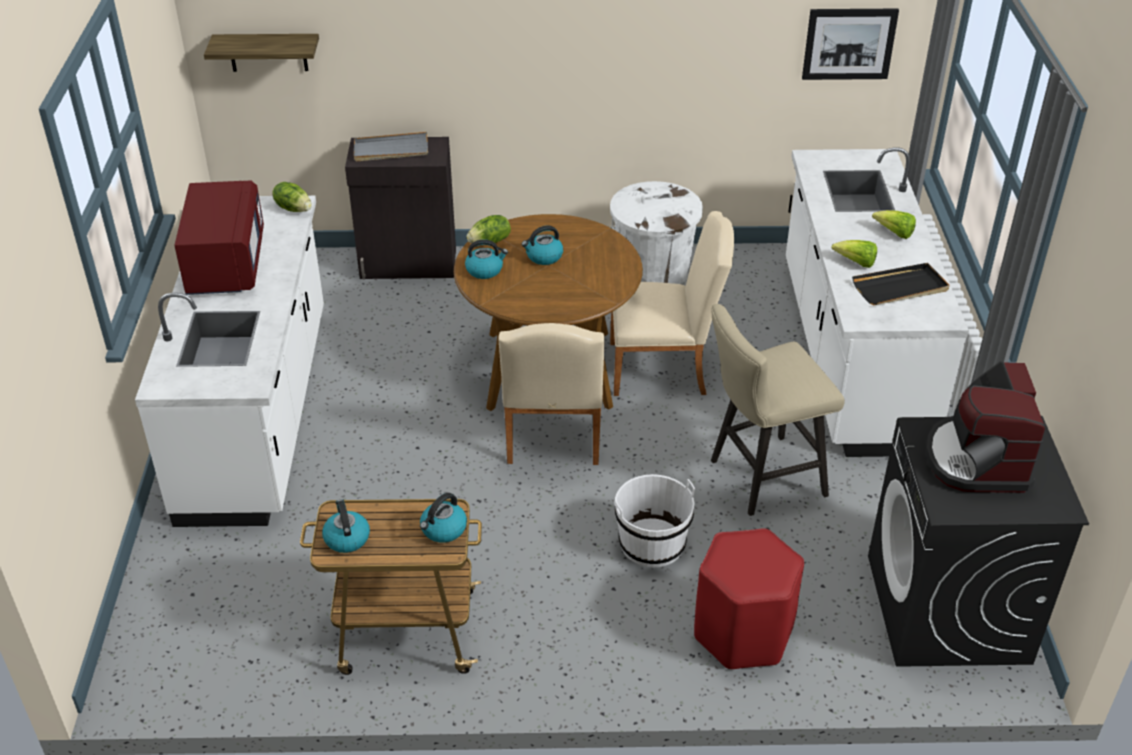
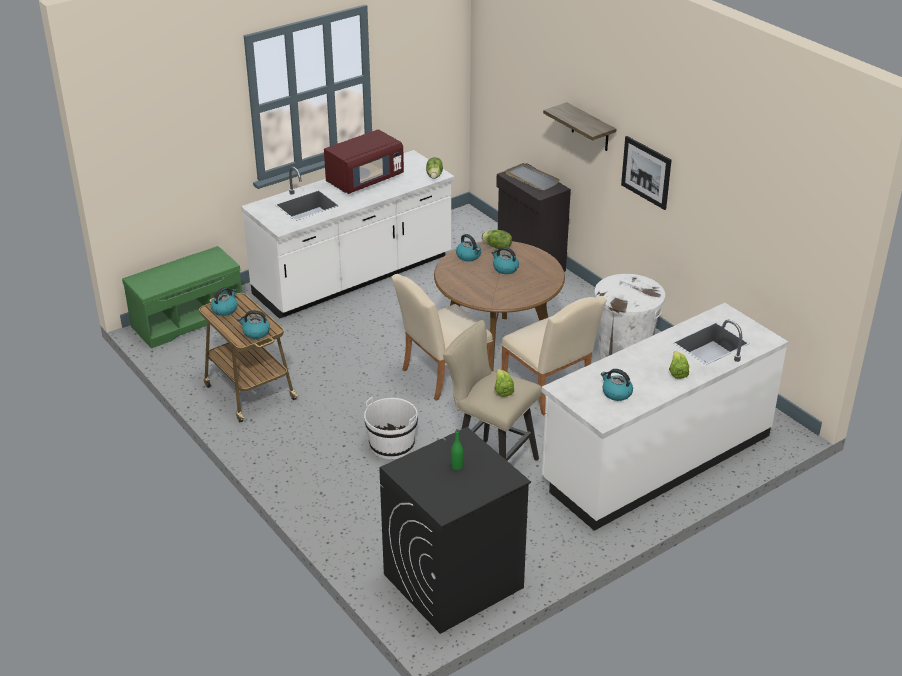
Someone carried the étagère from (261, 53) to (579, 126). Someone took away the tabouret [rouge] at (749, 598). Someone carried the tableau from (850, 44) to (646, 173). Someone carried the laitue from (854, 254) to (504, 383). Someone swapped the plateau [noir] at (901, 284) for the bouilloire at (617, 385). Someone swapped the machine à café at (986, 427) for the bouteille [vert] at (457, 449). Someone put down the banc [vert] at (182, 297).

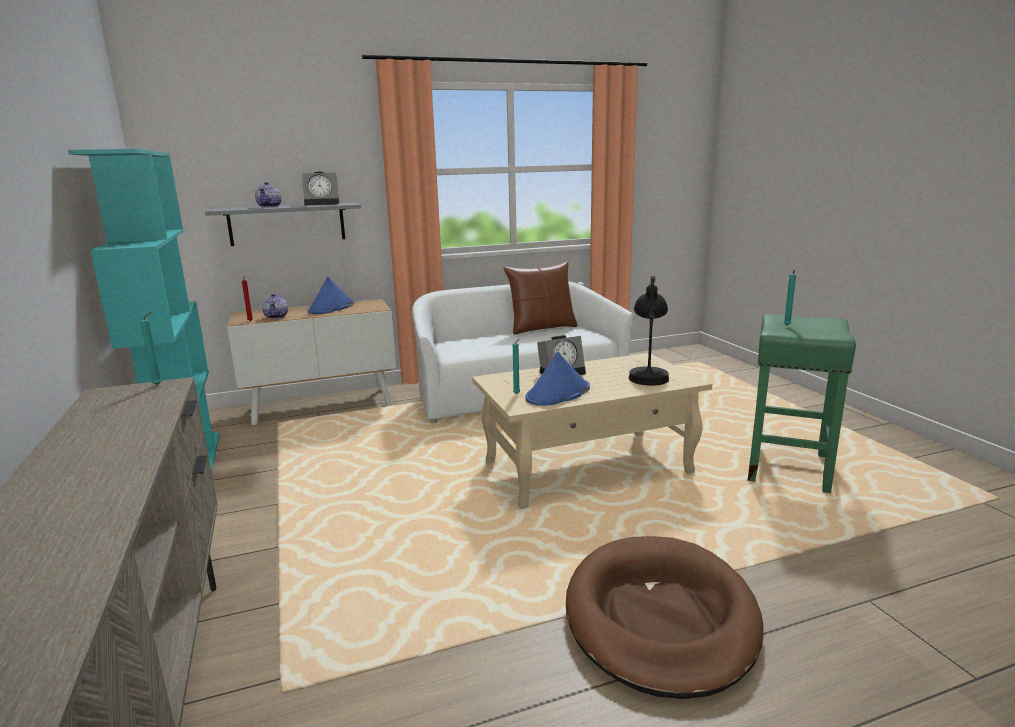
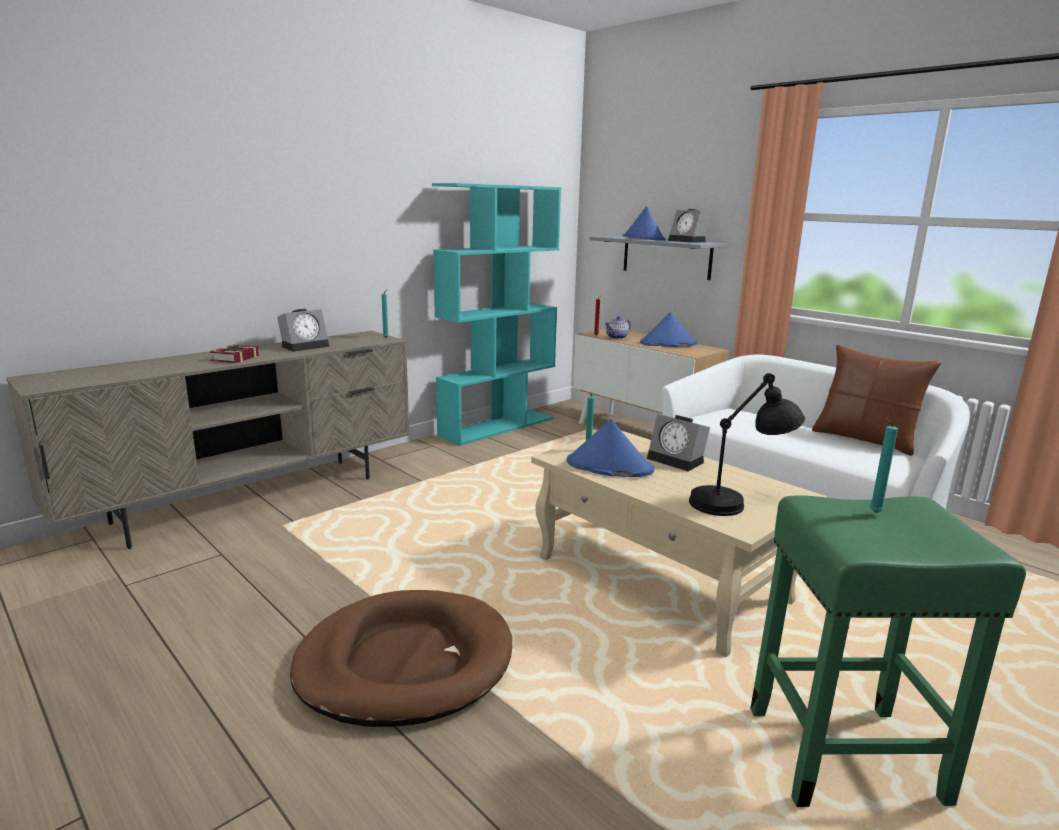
Someone swapped the théière at (268, 194) for the chapeau [bleu] at (643, 223). Someone put down the livre at (234, 353). Someone put down the réveil at (303, 330).

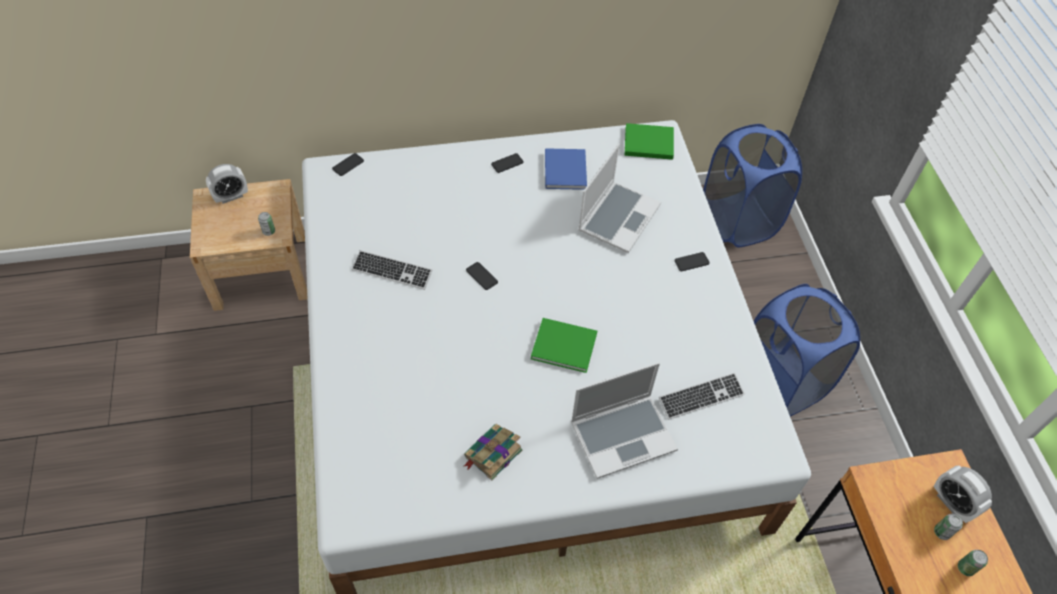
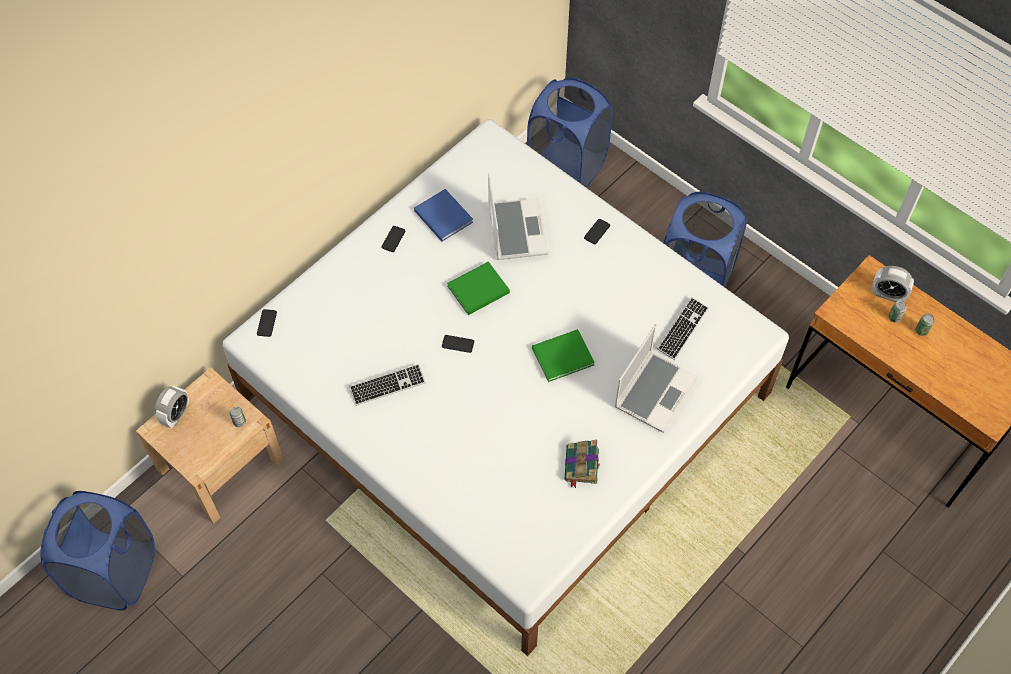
Someone carried the livre [vert] from (649, 141) to (478, 288). Someone put down the panier à linge [bleu] at (97, 551).

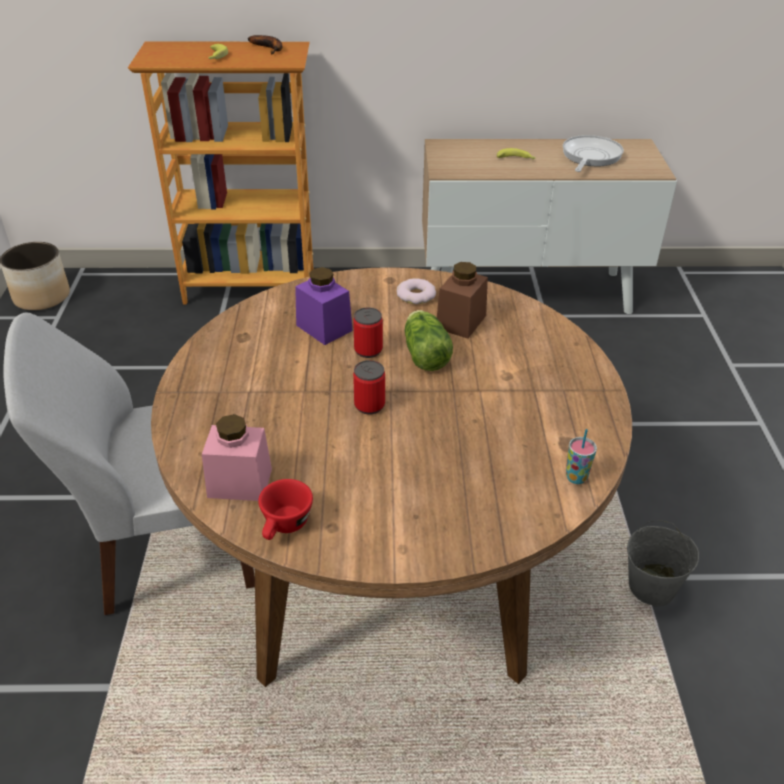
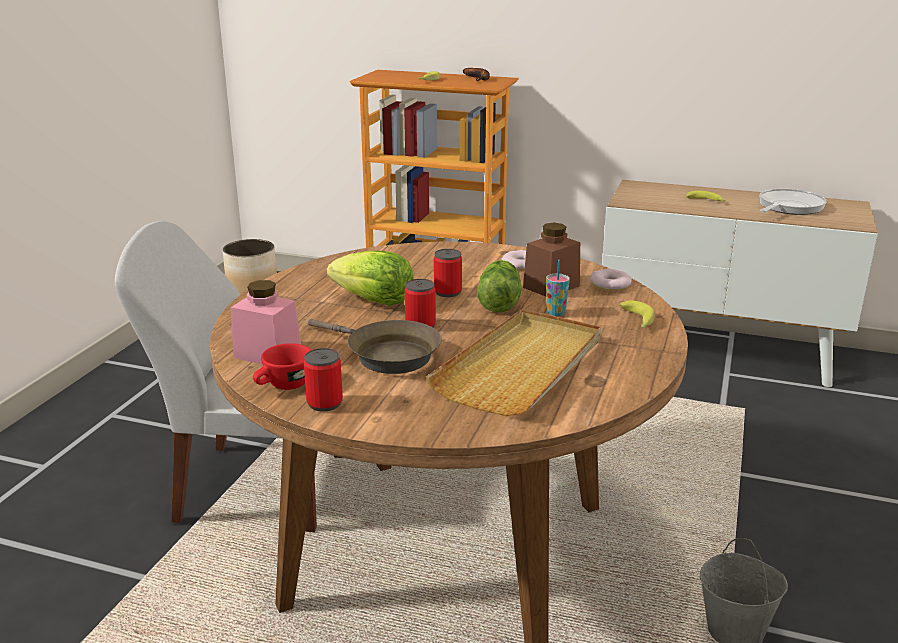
Someone took away the bocal [violet] at (324, 306). Someone carried the tasse from (581, 456) to (558, 288). Someone put down the boîte métallique at (323, 379). Someone put down the poêle [marron] at (375, 346). Someone put down the laitue at (370, 278). Someone put down the plateau [beige] at (513, 362). Someone put down the beignet at (611, 280). Someone put down the banane at (637, 314).

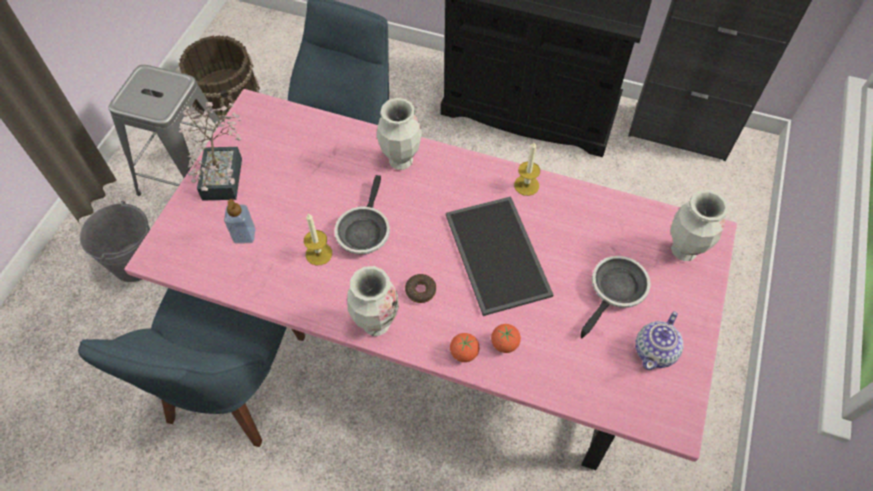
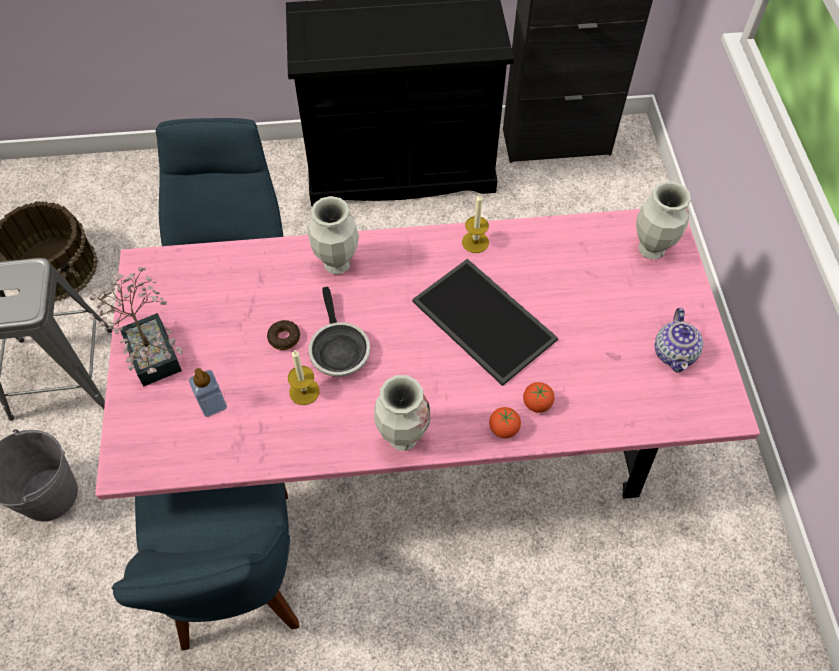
Someone carried the beignet from (420, 288) to (283, 335). Someone took away the poêle at (616, 297).

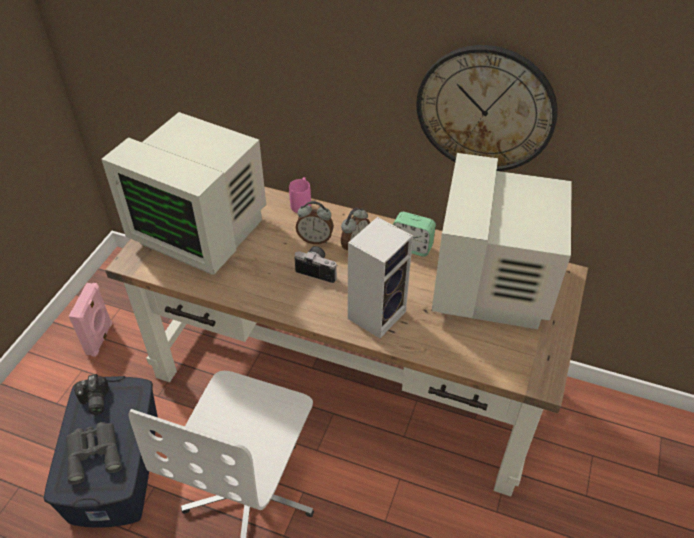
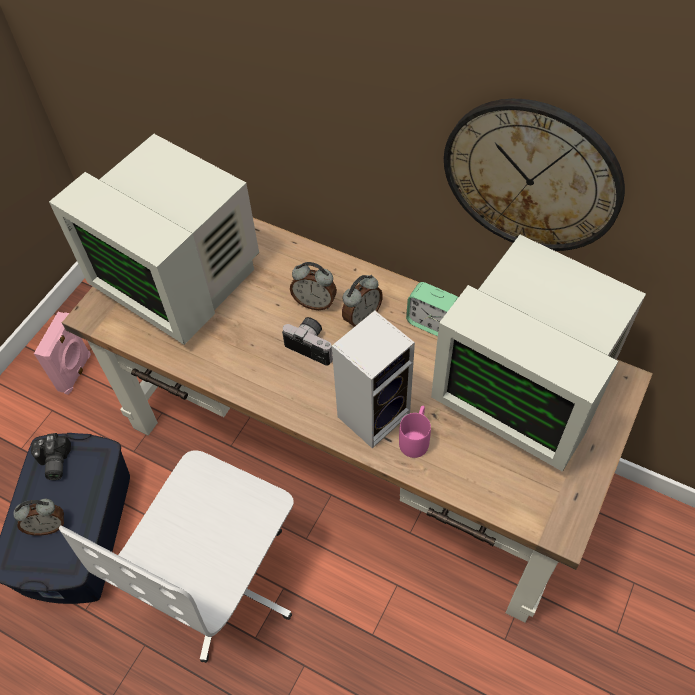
Someone swapped the jumelles [gris] at (94, 453) for the réveil at (39, 517). Someone carried the mug [rose] from (300, 195) to (415, 432). Someone rotated the écran d'ordinateur at (502, 241) by 75 degrees counterclockwise.

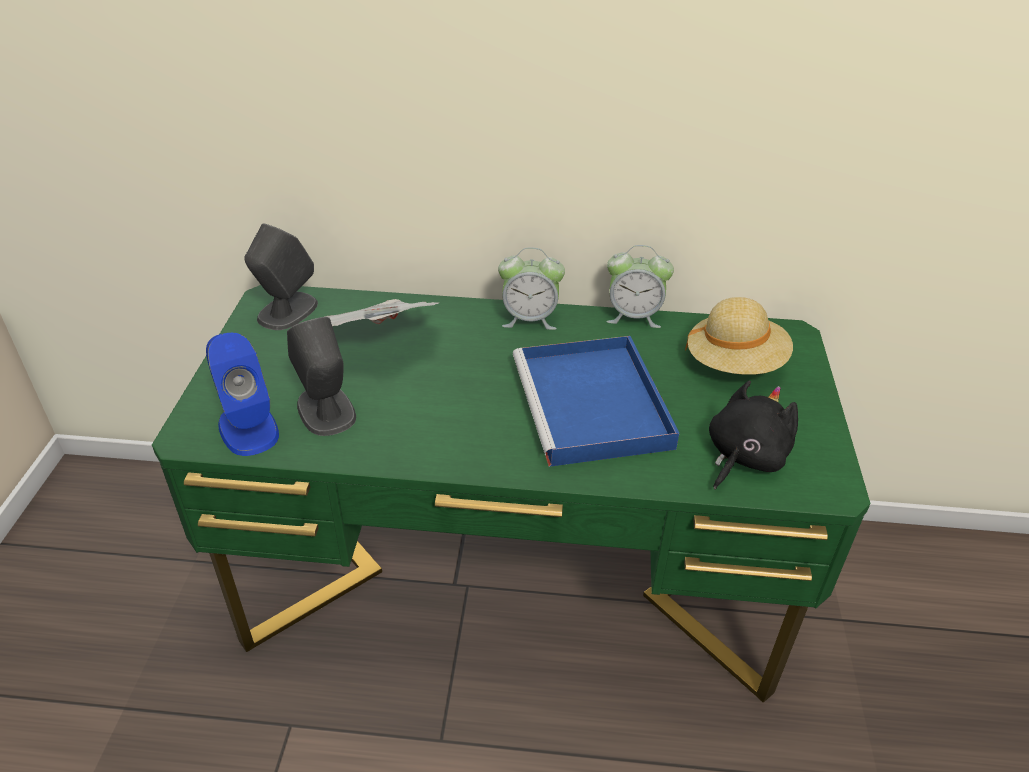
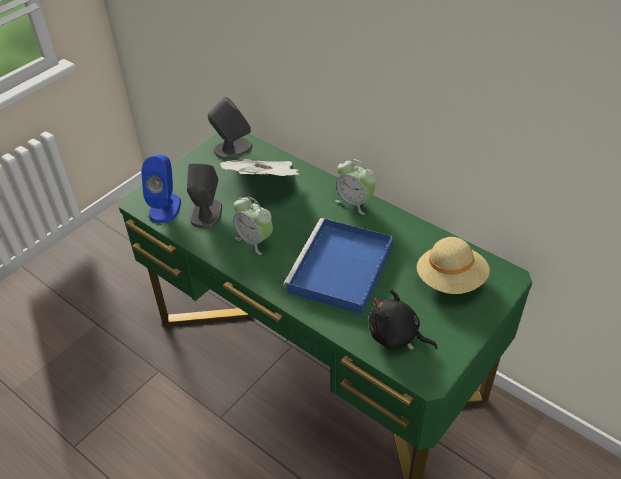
Someone carried the réveil from (640, 286) to (253, 226). Someone rotated the peluche [noir] at (753, 434) by 135 degrees counterclockwise.

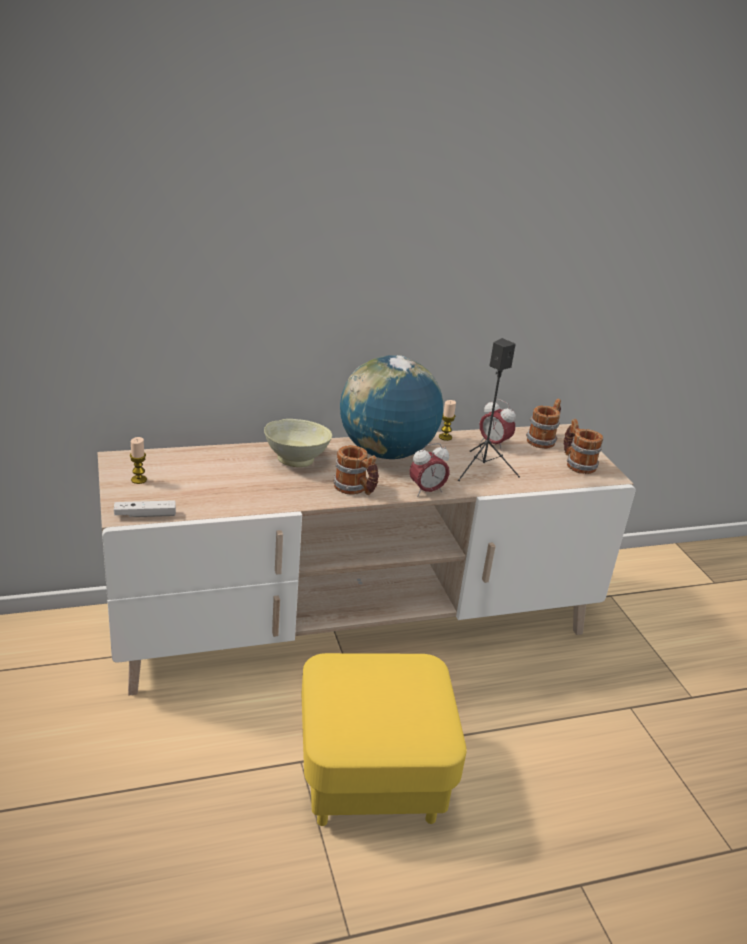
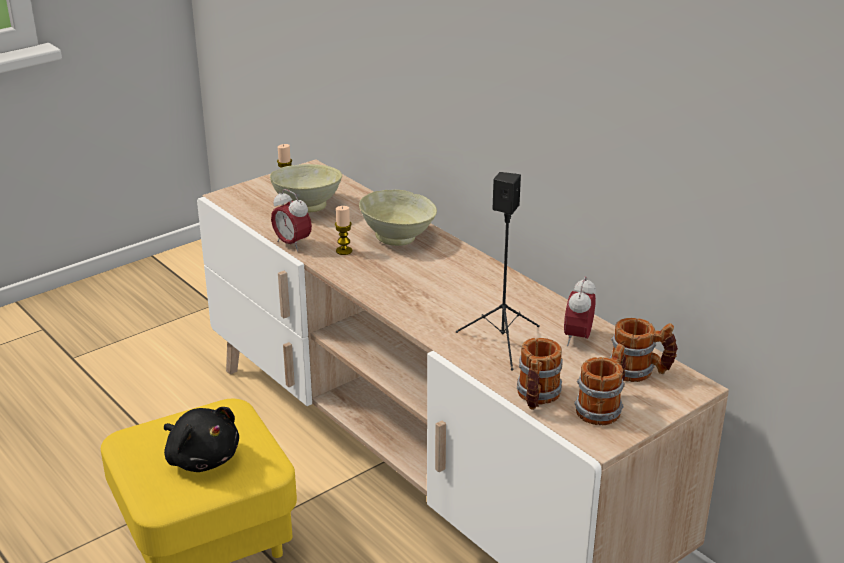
Someone took away the manette [blanc] at (145, 508). Someone carried the mug from (356, 470) to (540, 374). Someone took away the globe at (391, 407). Someone carried the réveil from (430, 469) to (291, 220). Someone carried the bougie from (447, 420) to (343, 230). Someone put down the peluche [noir] at (201, 439). Someone put down the bol [beige] at (306, 188).

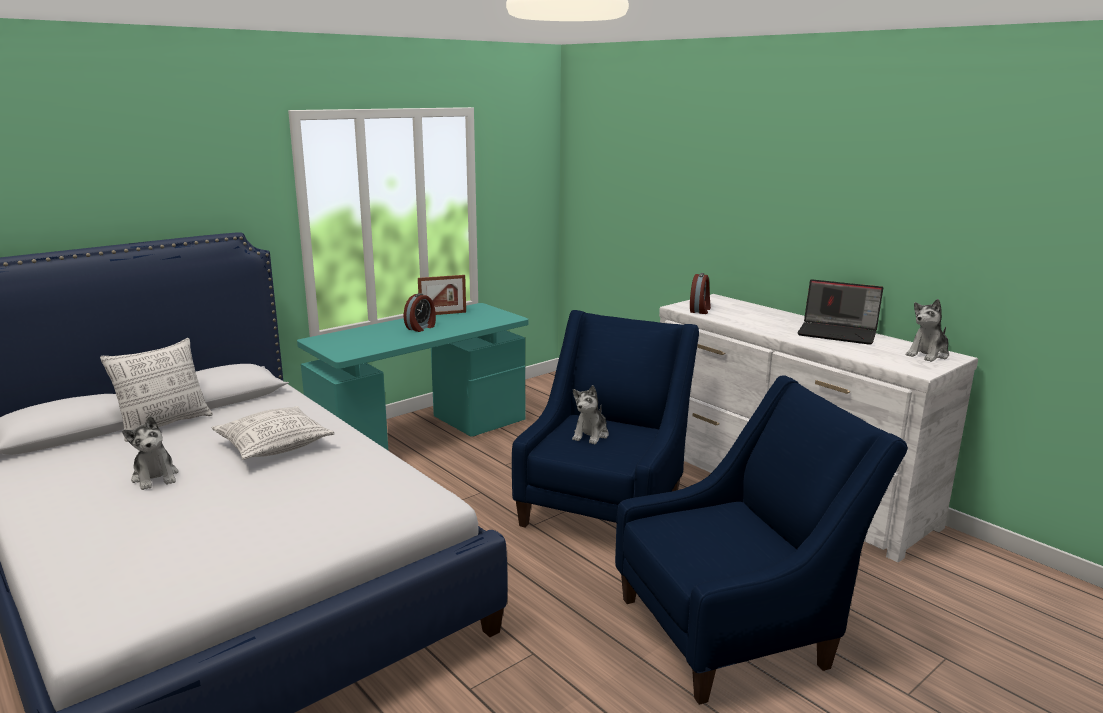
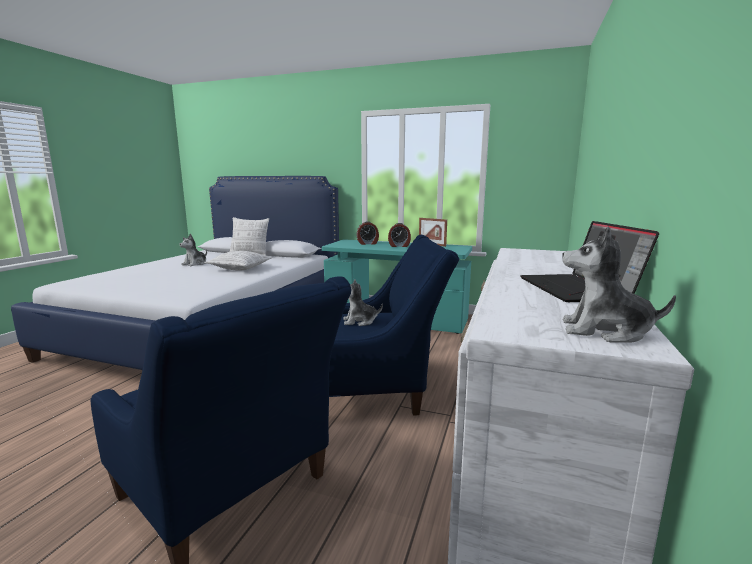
Someone carried the réveil from (700, 293) to (368, 233).

